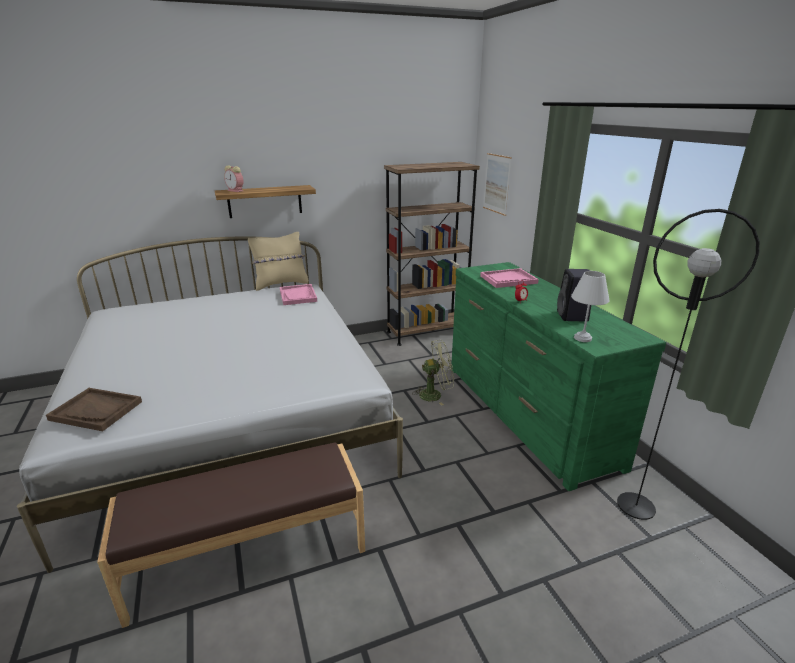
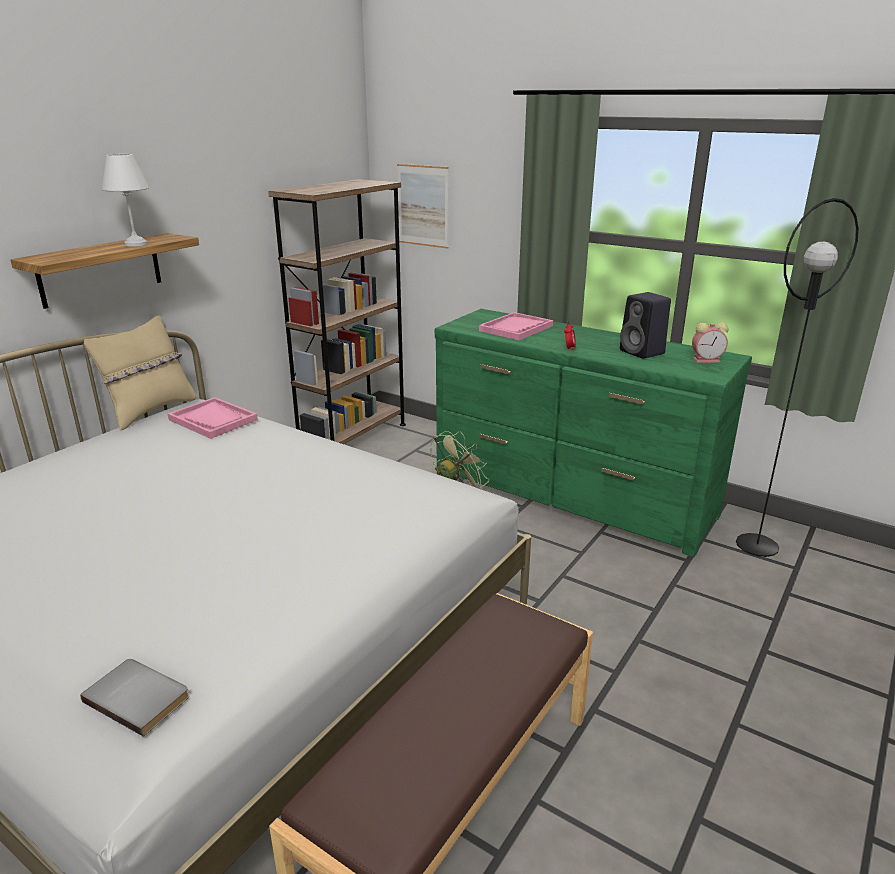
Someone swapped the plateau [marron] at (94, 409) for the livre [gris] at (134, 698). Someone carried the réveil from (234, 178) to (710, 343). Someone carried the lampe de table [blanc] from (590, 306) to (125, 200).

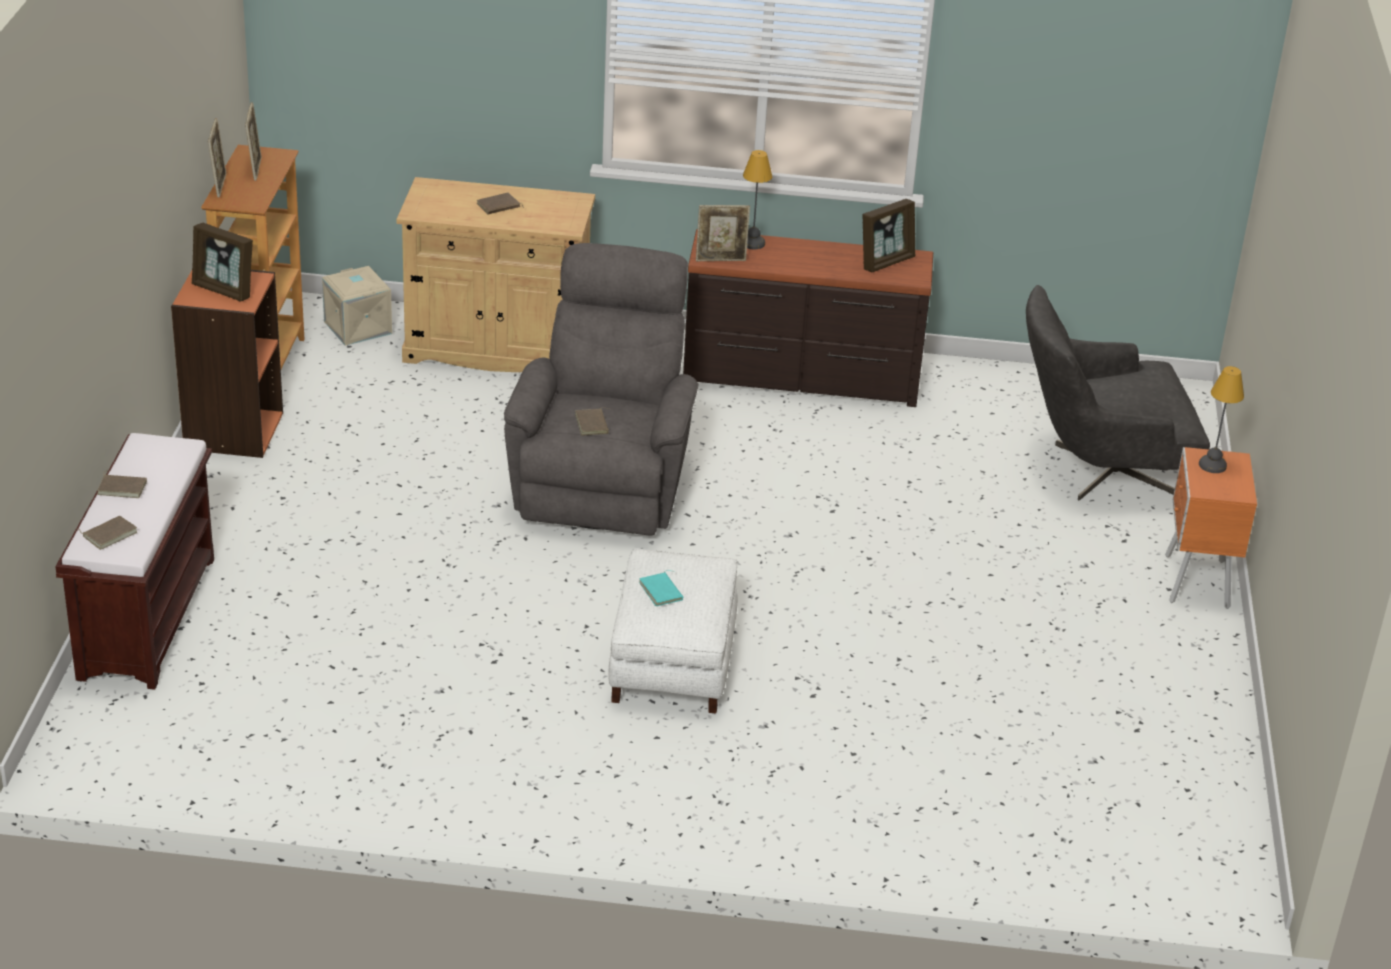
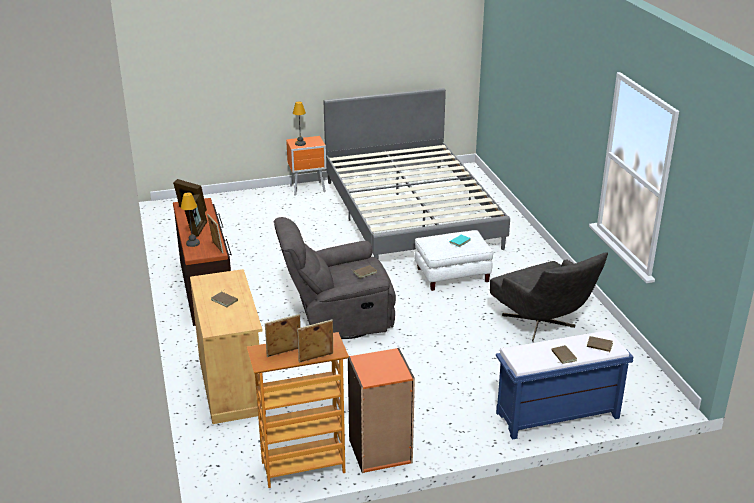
Someone repainted the banc [marron] at (135, 561), which became the banc [bleu] at (564, 385). Someone carried the cadre photo from (222, 262) to (196, 215). Someone took away the boîte de rangement [beige] at (357, 306). Someone carried the fauteuil [gris] from (1118, 393) to (549, 297). Someone put down the lit [gris] at (417, 173).

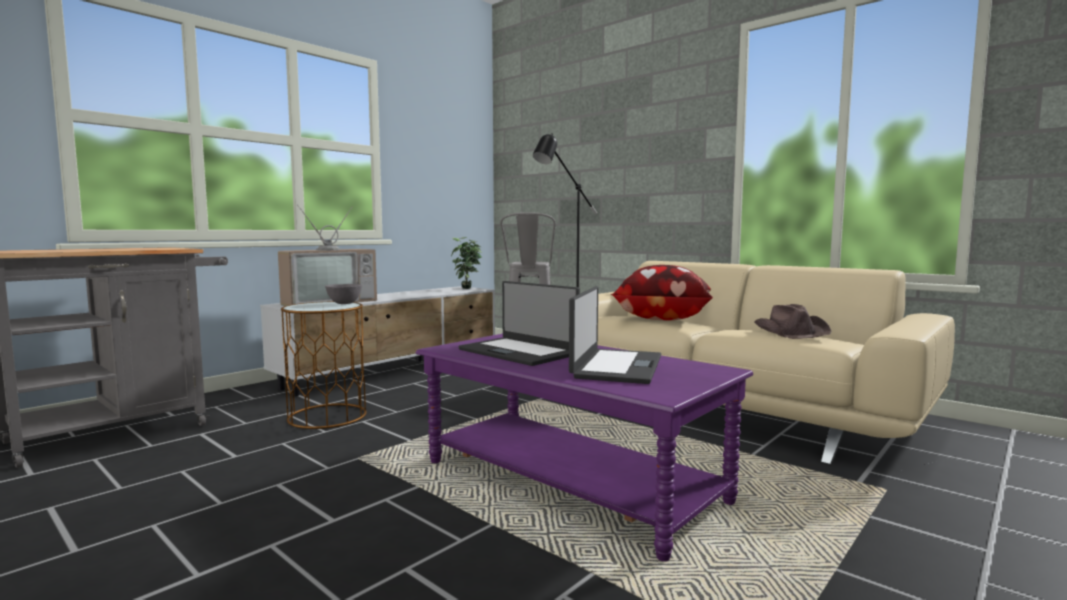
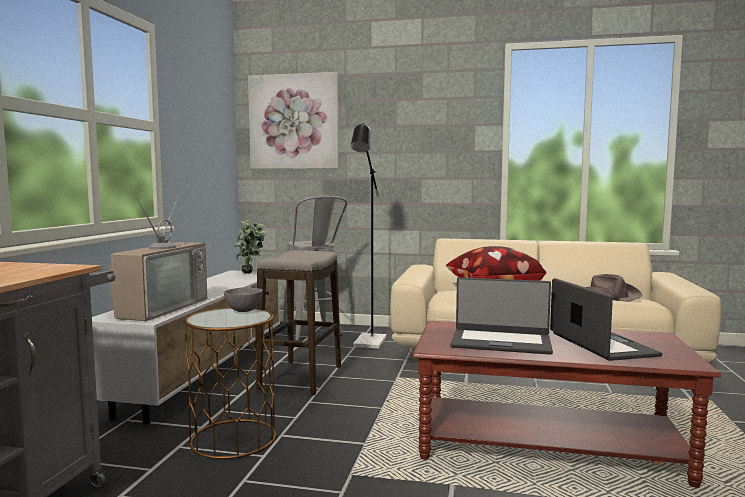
Someone repainted the table basse [violet] at (584, 447), which became the table basse [marron] at (566, 404). Someone put up the tableau at (293, 120). Someone put down the tabouret at (298, 323).

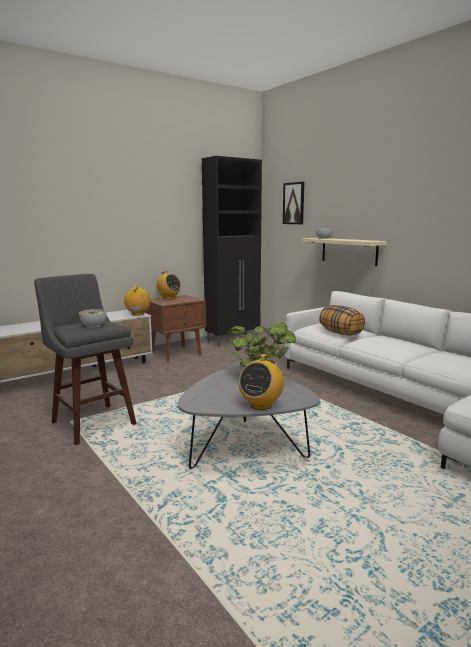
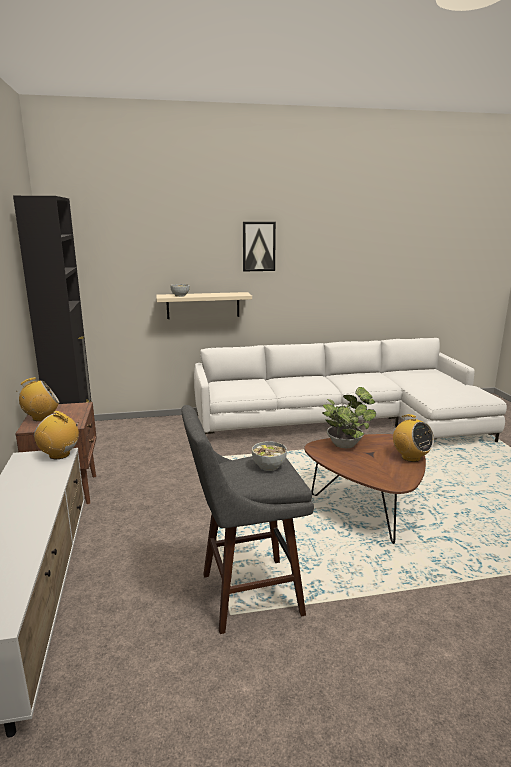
Someone repainted the table basse [gris] at (249, 417), which became the table basse [marron] at (365, 489). Someone carried the tableau from (293, 203) to (259, 246). Someone took away the coussin at (342, 320).

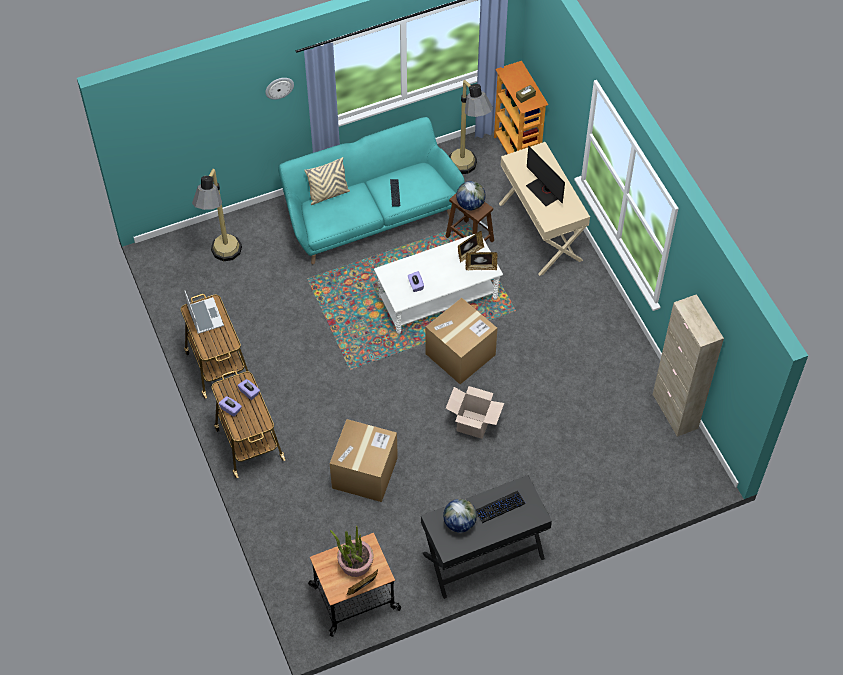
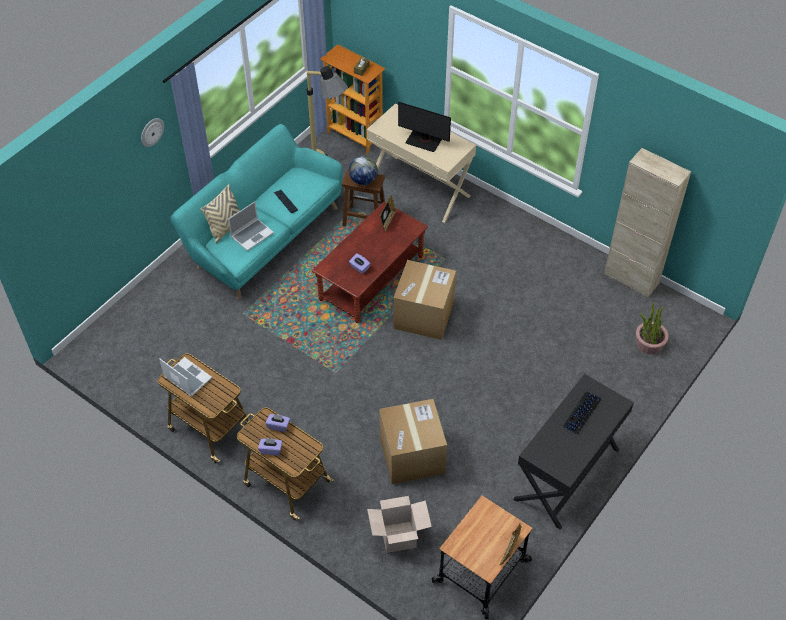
Someone took away the lampadaire at (217, 215). Someone carried the plante en pot from (352, 551) to (652, 328). Someone repainted the table basse [blanc] at (438, 284), which became the table basse [marron] at (370, 262). Someone took away the globe at (460, 516). Someone carried the carton from (475, 412) to (399, 524). Someone took away the cadre photo at (481, 261). Someone put down the ordinateur portable at (251, 226).

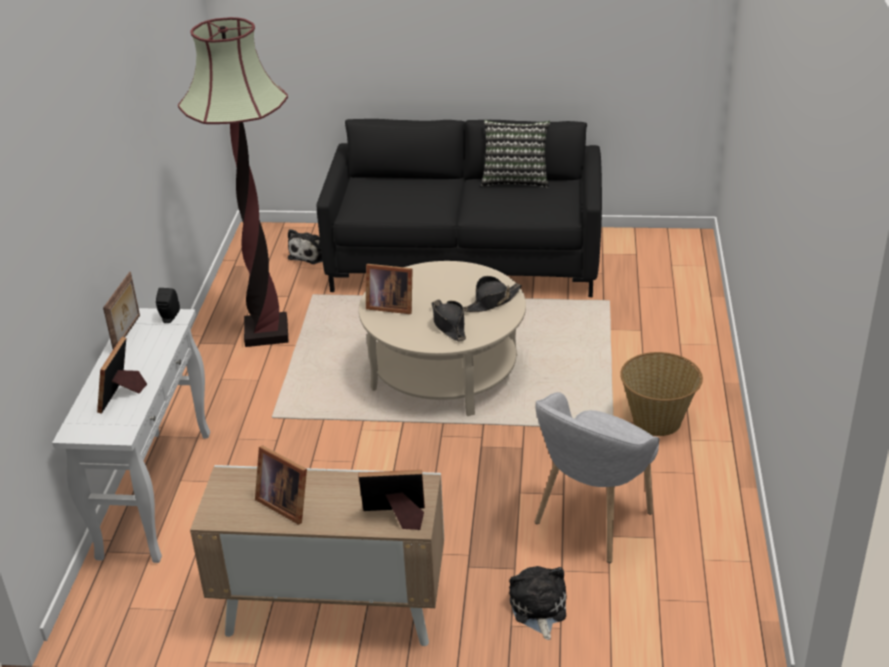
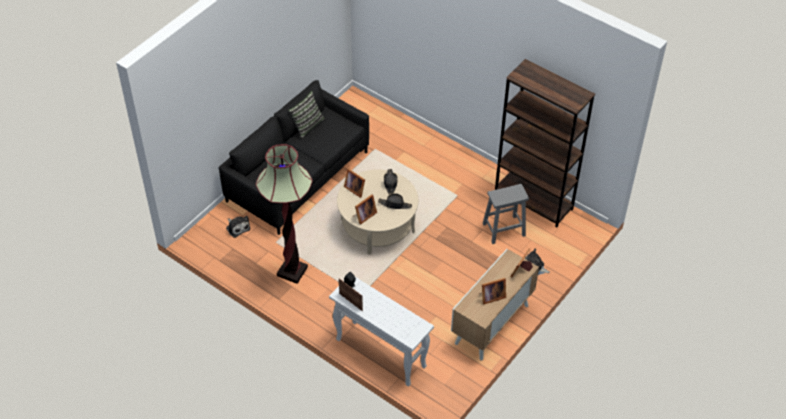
Someone carried the cadre photo from (122, 375) to (354, 183). Someone swapped the fauteuil [gris] at (597, 477) for the tabouret [gris] at (506, 214). Someone took away the panier at (661, 394). Someone put down the bibliothèque [marron] at (545, 143).

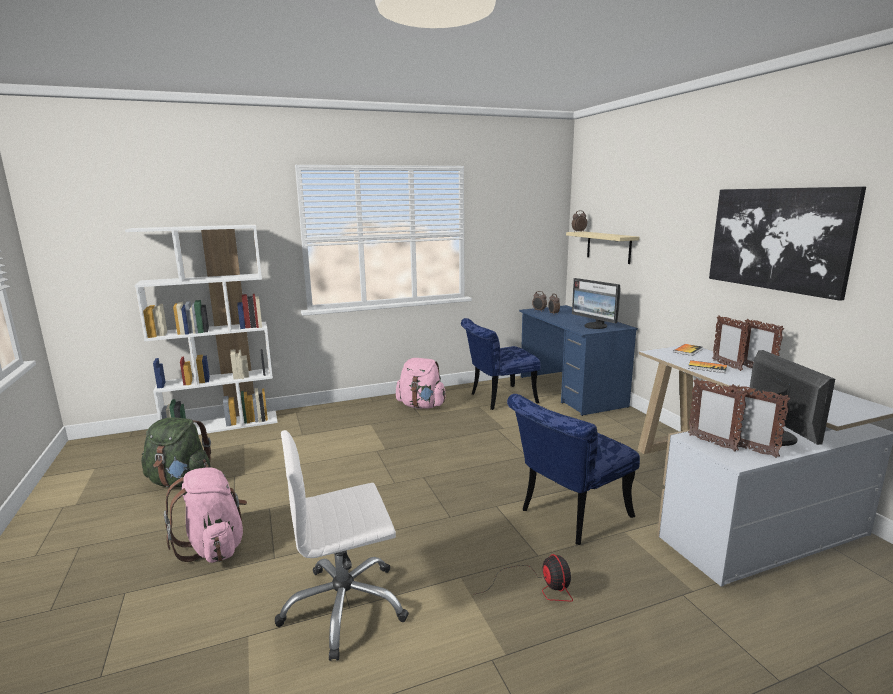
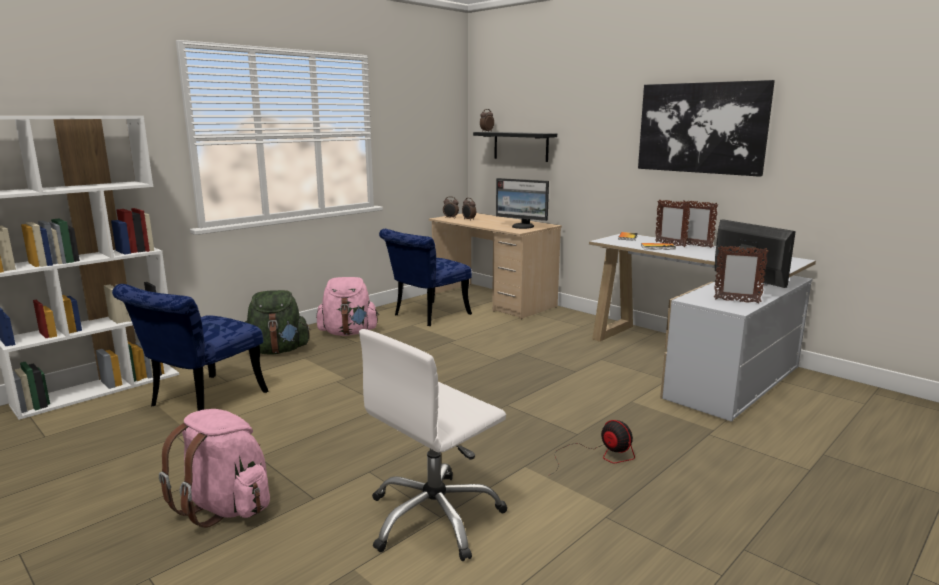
Someone carried the sac à dos [vert] from (176, 452) to (278, 322). Someone carried the chaise [bleu] from (573, 469) to (190, 347). Someone repainted the bureau [bleu] at (578, 360), which became the bureau [beige] at (495, 266). Someone repainted the étagère [beige] at (602, 248), which became the étagère [noir] at (515, 147). Someone took away the cadre photo at (718, 414).

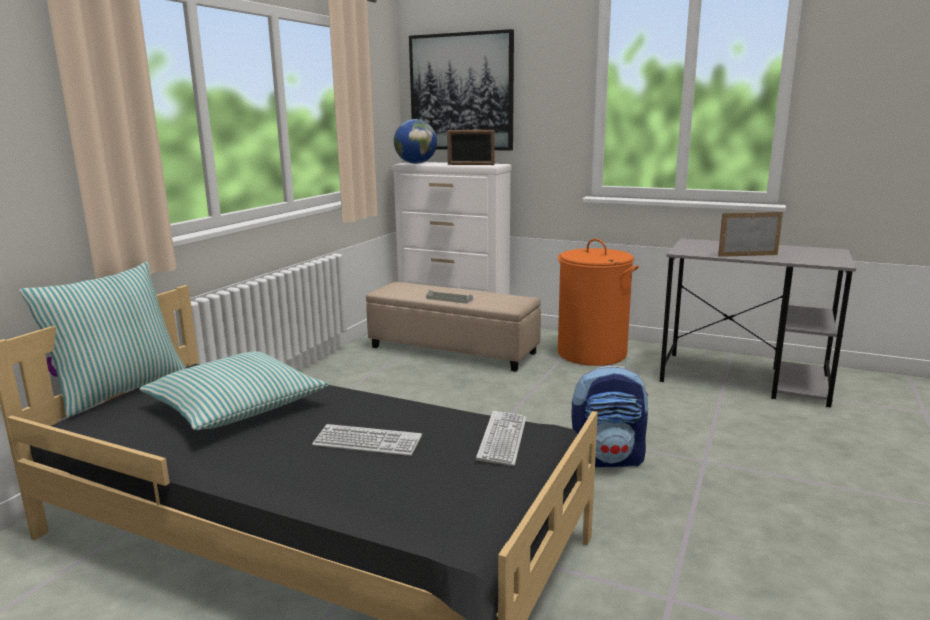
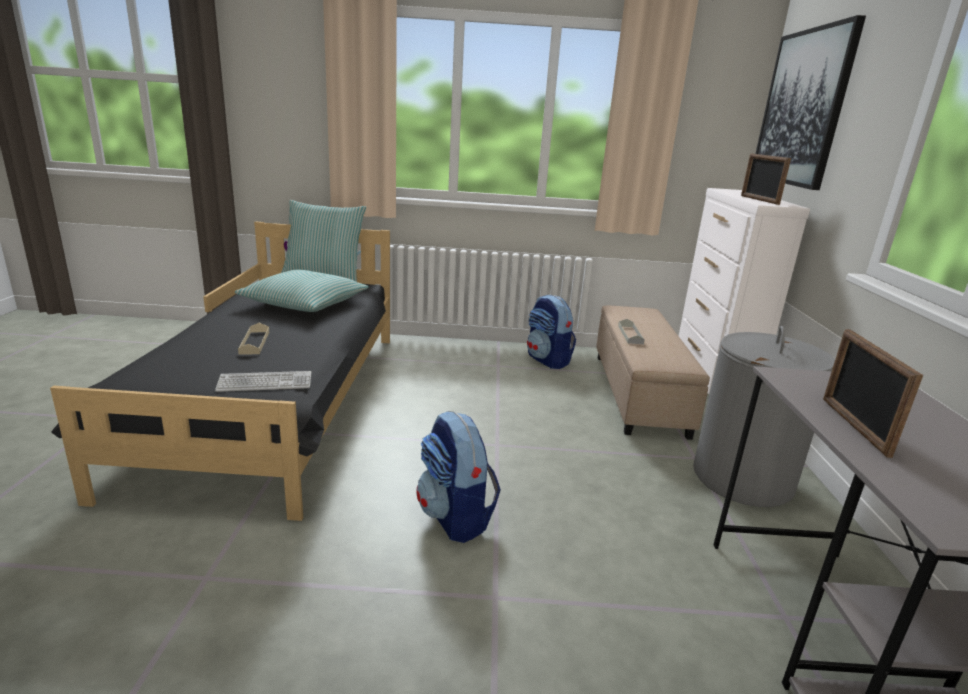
Someone swapped the clavier at (367, 440) for the plateau [beige] at (253, 339). Someone took away the globe at (415, 141). Someone repainted the panier à linge [orange] at (598, 302), which became the panier à linge [gris] at (764, 416). Someone rotated the cadre photo at (750, 234) by 150 degrees counterclockwise. Someone put down the sac à dos at (551, 331).

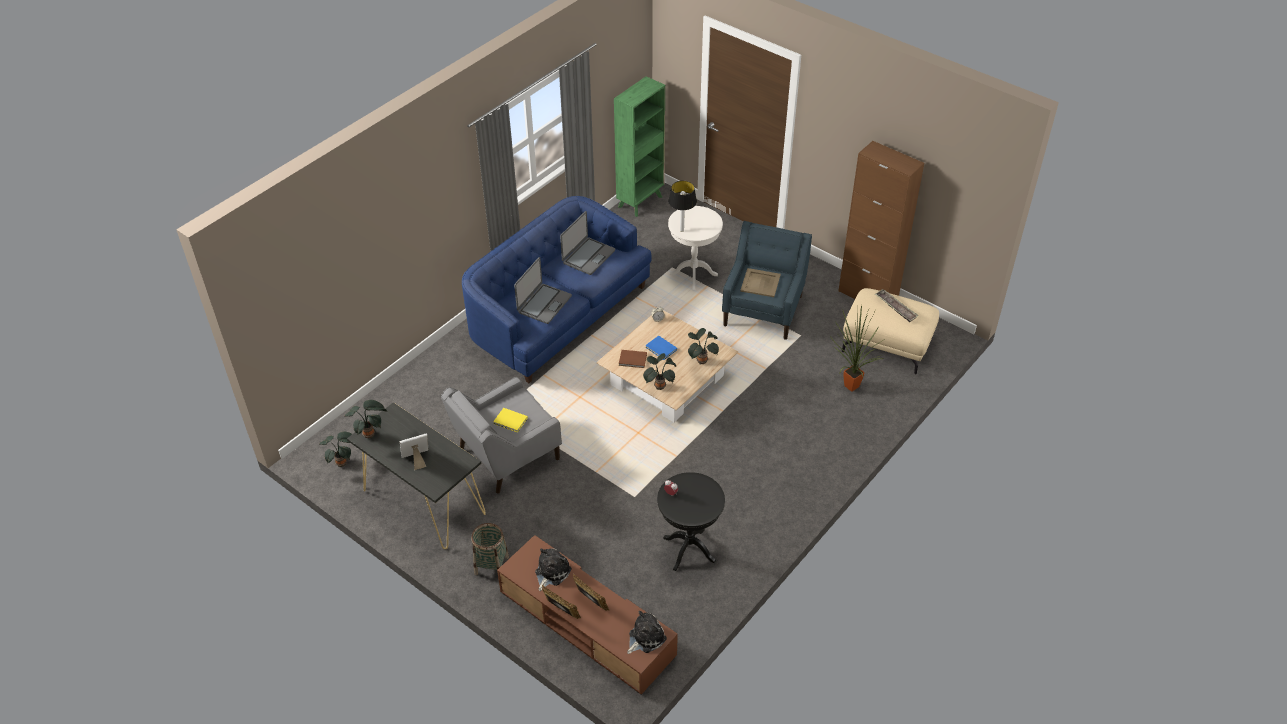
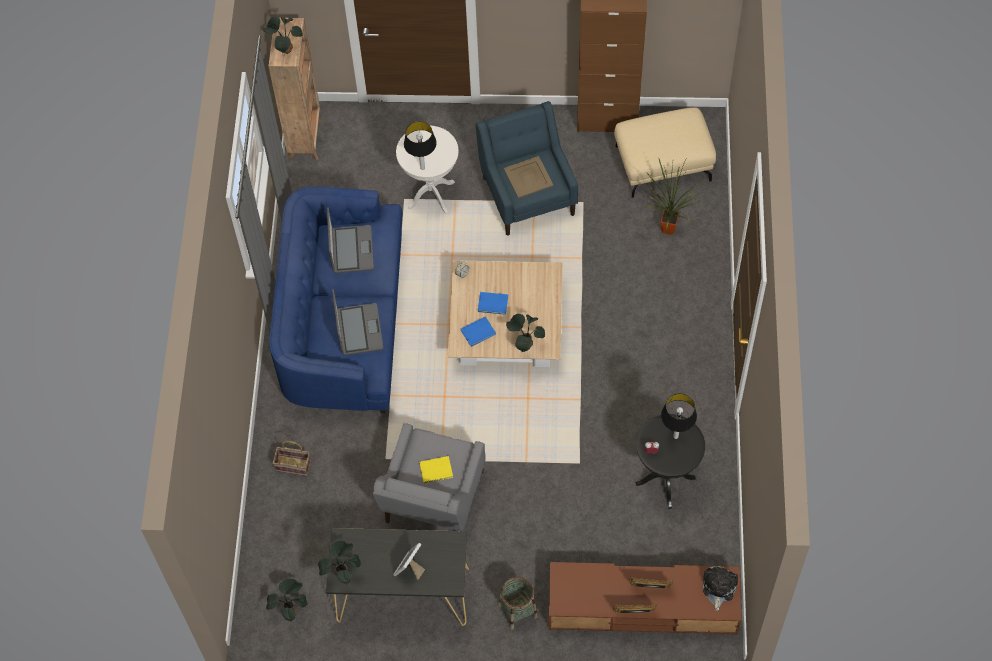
Someone took away the peluche at (553, 569). Someone repainted the bibliothèque [vert] at (639, 146), which became the bibliothèque [marron] at (295, 89). Someone repainted the livre [marron] at (633, 359), which became the livre [bleu] at (478, 331). Someone carried the plante en pot from (703, 346) to (283, 35). Someone took away the plateau at (897, 305). Someone put down the panier at (292, 458). Someone put down the lampe de table at (679, 416).

